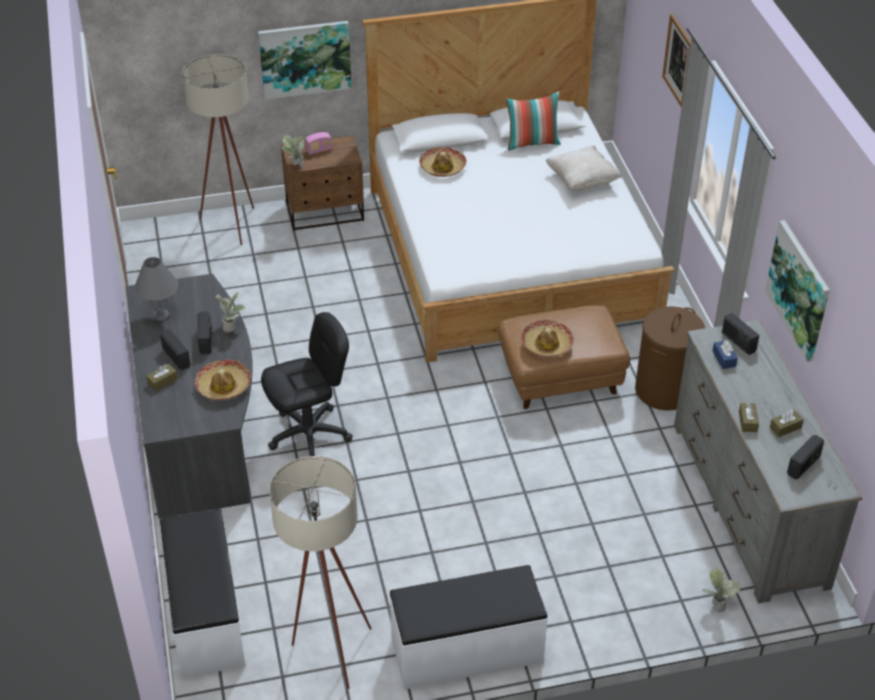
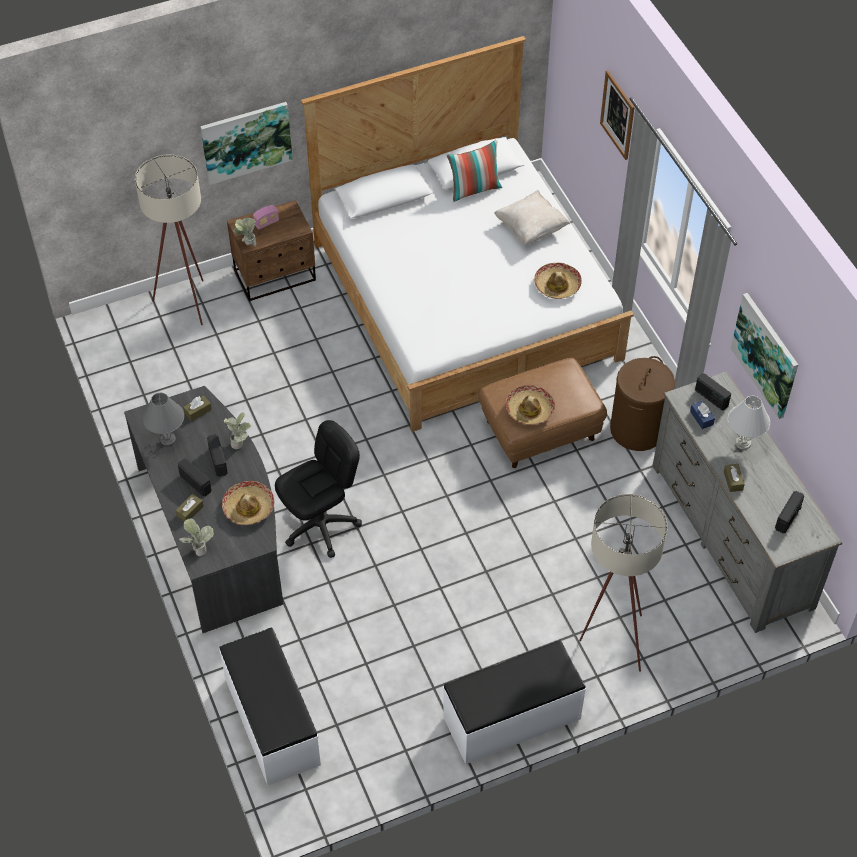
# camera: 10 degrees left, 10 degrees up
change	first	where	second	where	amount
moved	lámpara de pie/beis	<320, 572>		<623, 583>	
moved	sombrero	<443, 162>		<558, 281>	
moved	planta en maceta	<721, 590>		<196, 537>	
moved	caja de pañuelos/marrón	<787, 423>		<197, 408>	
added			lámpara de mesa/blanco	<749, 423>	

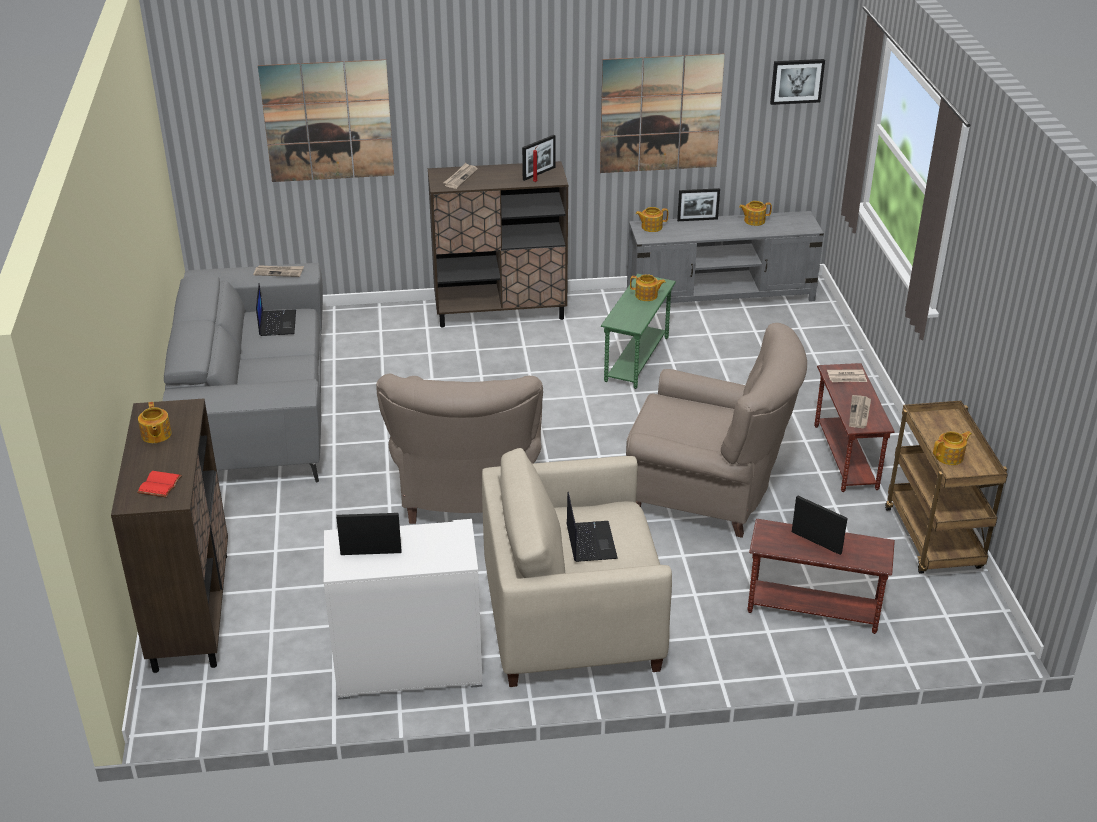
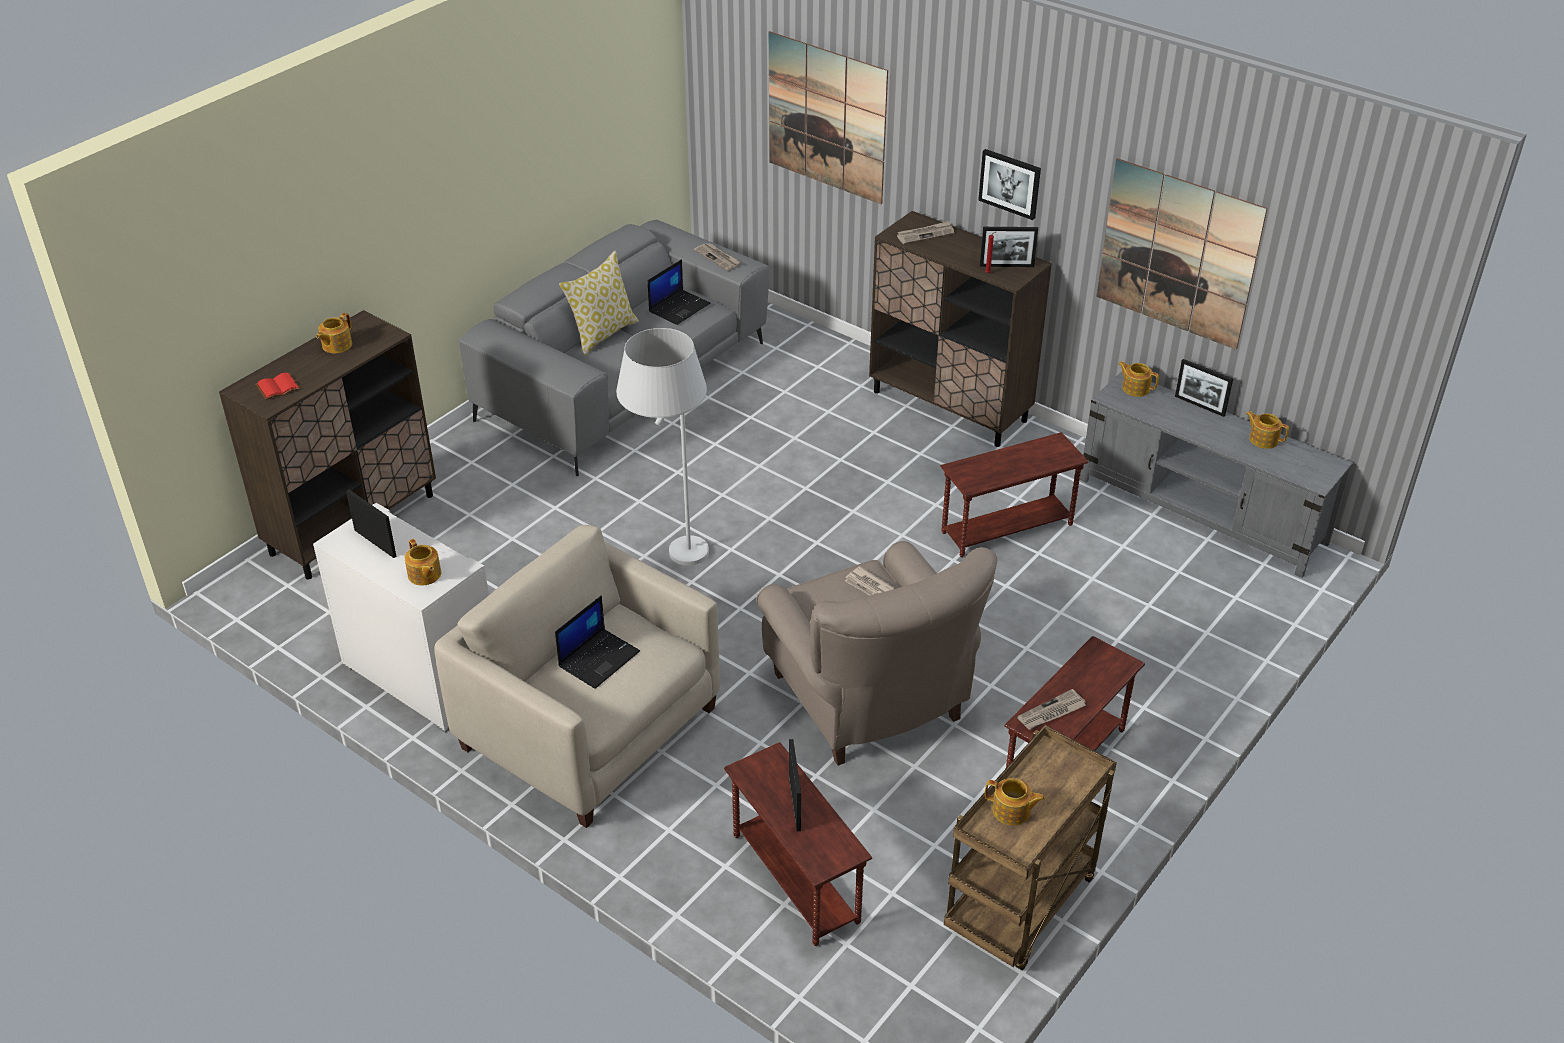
# camera: 45 degrees right, 5 degrees up
change	first	where	second	where	amount
replaced	sillón/beis	<459, 449>	lámpara de pie/blanco	<663, 447>	
recoloured	mesa auxiliar/verde	<638, 331>	mesa auxiliar/marrón	<1014, 495>	
moved	tetera	<648, 287>		<423, 562>	
moved	cuadro	<797, 82>		<1009, 184>	
moved	periódico	<847, 375>		<870, 581>	
added			cojín	<599, 302>	

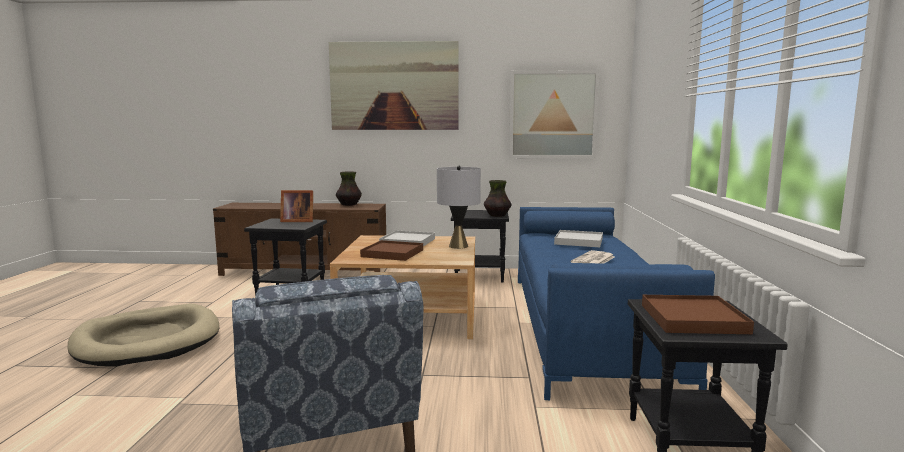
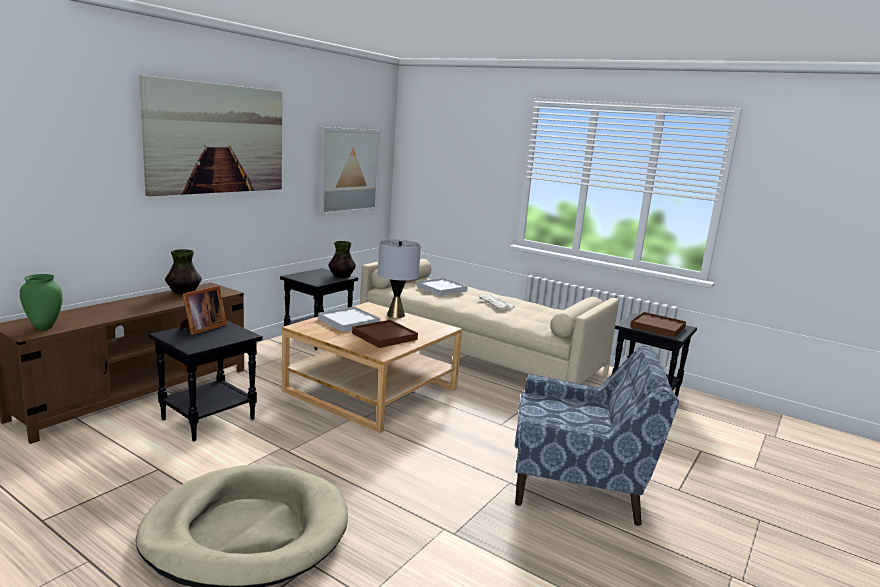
# camera: 60 degrees left, 5 degrees up
change	first	where	second	where	amount
recoloured	sofá/azul	<616, 303>	sofá/beis	<489, 321>	
added			florero/verde	<41, 302>	

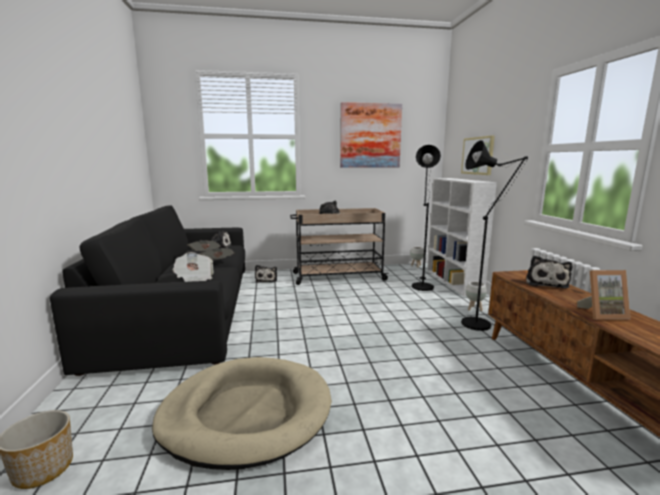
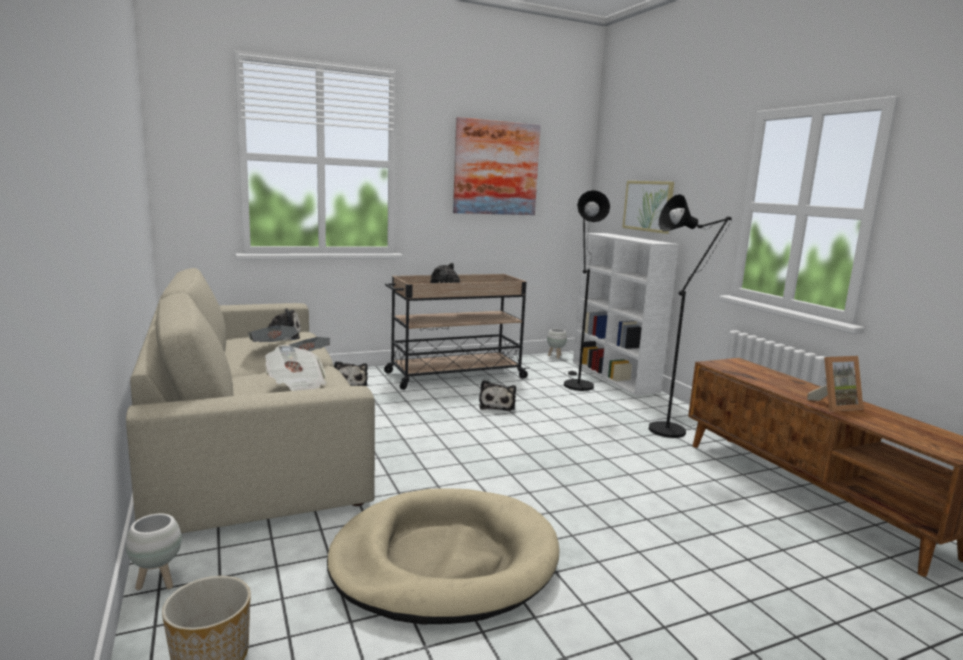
# camera: 15 degrees left, 0 degrees up
change	first	where	second	where	amount
recoloured	sofá/negro	<147, 290>	sofá/beis	<250, 400>	
moved	maceta/blanco	<476, 296>		<154, 552>	
moved	peluche	<549, 272>		<497, 395>	

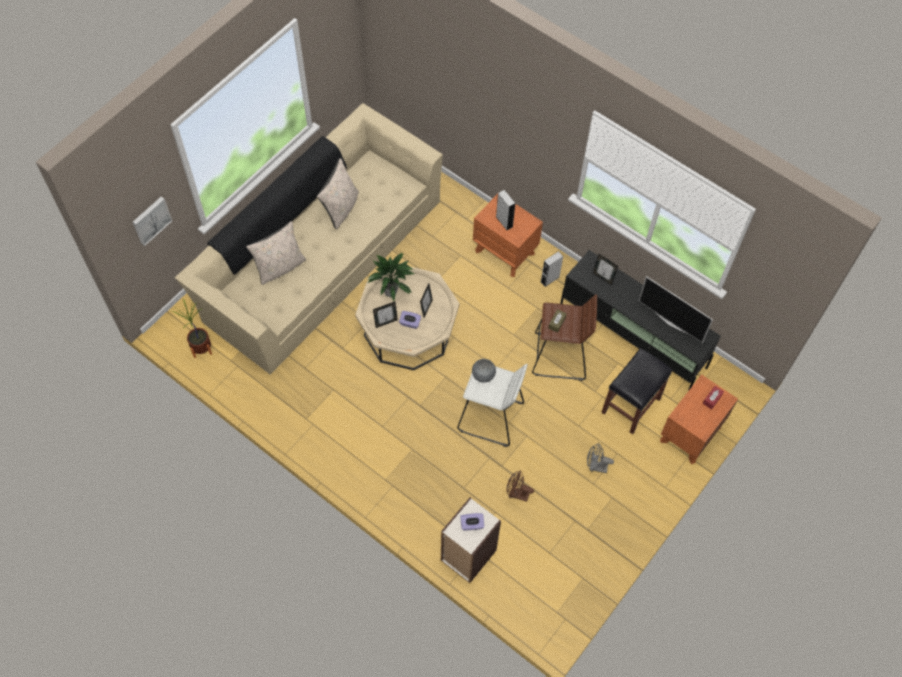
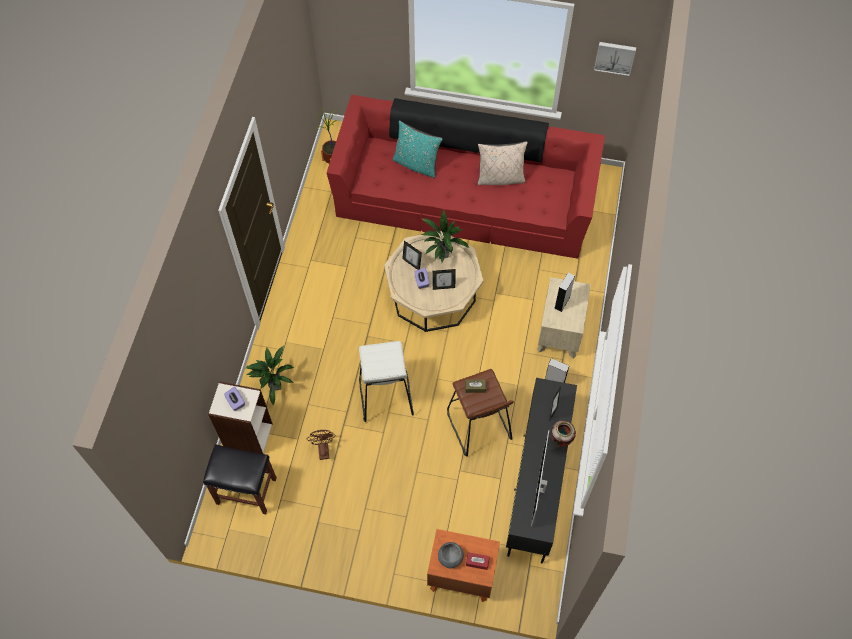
# camera: 65 degrees right, 0 degrees up
change	first	where	second	where	amount
moved	cuadro	<152, 221>		<615, 59>	
recoloured	sofá/beis	<309, 238>	sofá/rojo	<466, 177>	
recoloured	cojín/beis	<276, 253>	cojín/turquesa	<418, 149>	
moved	cuenco/gris	<484, 371>		<451, 555>	
recoloured	mesita de noche/naranja	<508, 235>	mesita de noche/beis	<564, 318>	
removed	ventilador/gris	<600, 458>			
moved	taburete/negro	<636, 391>		<240, 479>	
added			planta en maceta	<269, 375>	
added			florero	<563, 434>	

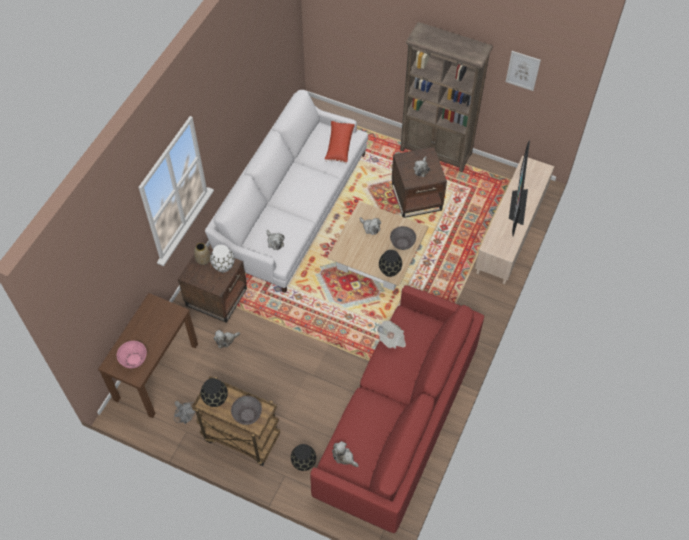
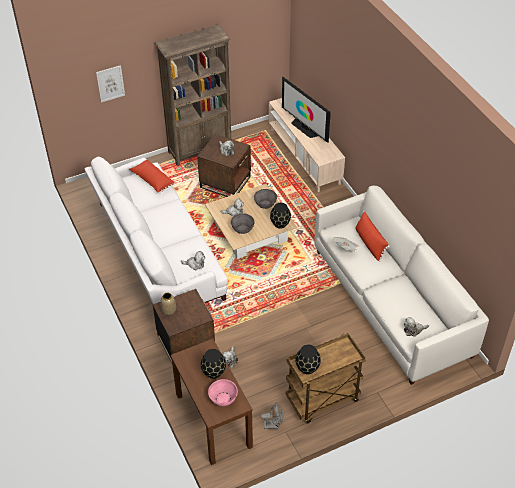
# camera: 50 degrees left, 10 degrees down
change	first	where	second	where	amount
removed	florero/blanco	<222, 258>			
moved	cuenco/gris	<246, 410>		<243, 223>	
moved	florero/negro	<303, 457>		<213, 364>	
recoloured	sofá/rojo	<397, 409>	sofá/blanco	<401, 285>	
moved	cuadro	<523, 71>		<110, 84>	
added			cojín/rojo	<372, 236>	

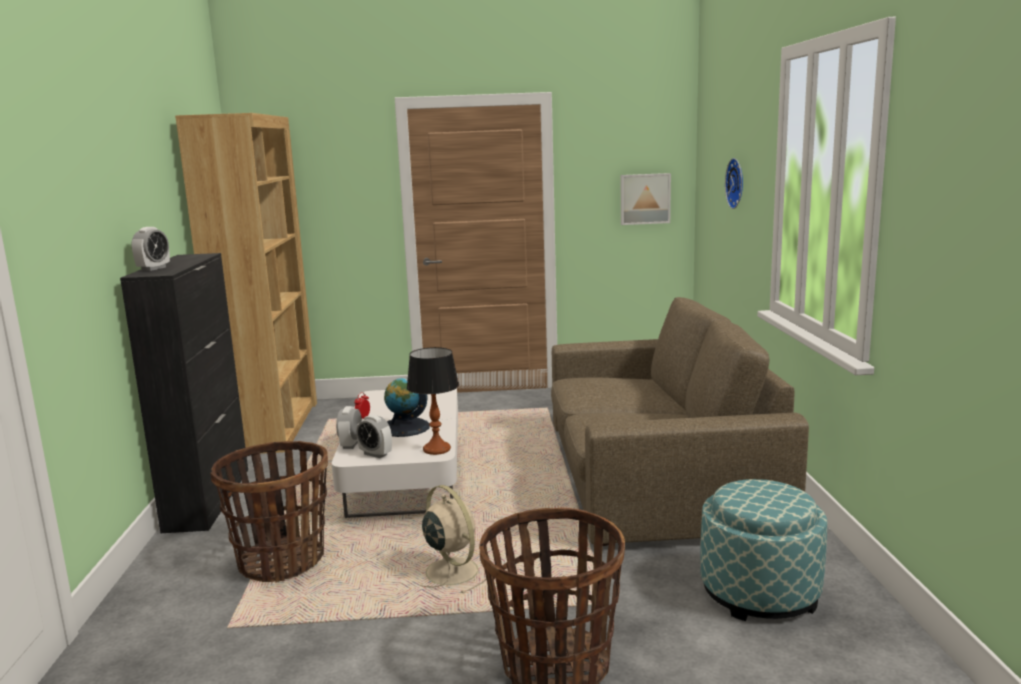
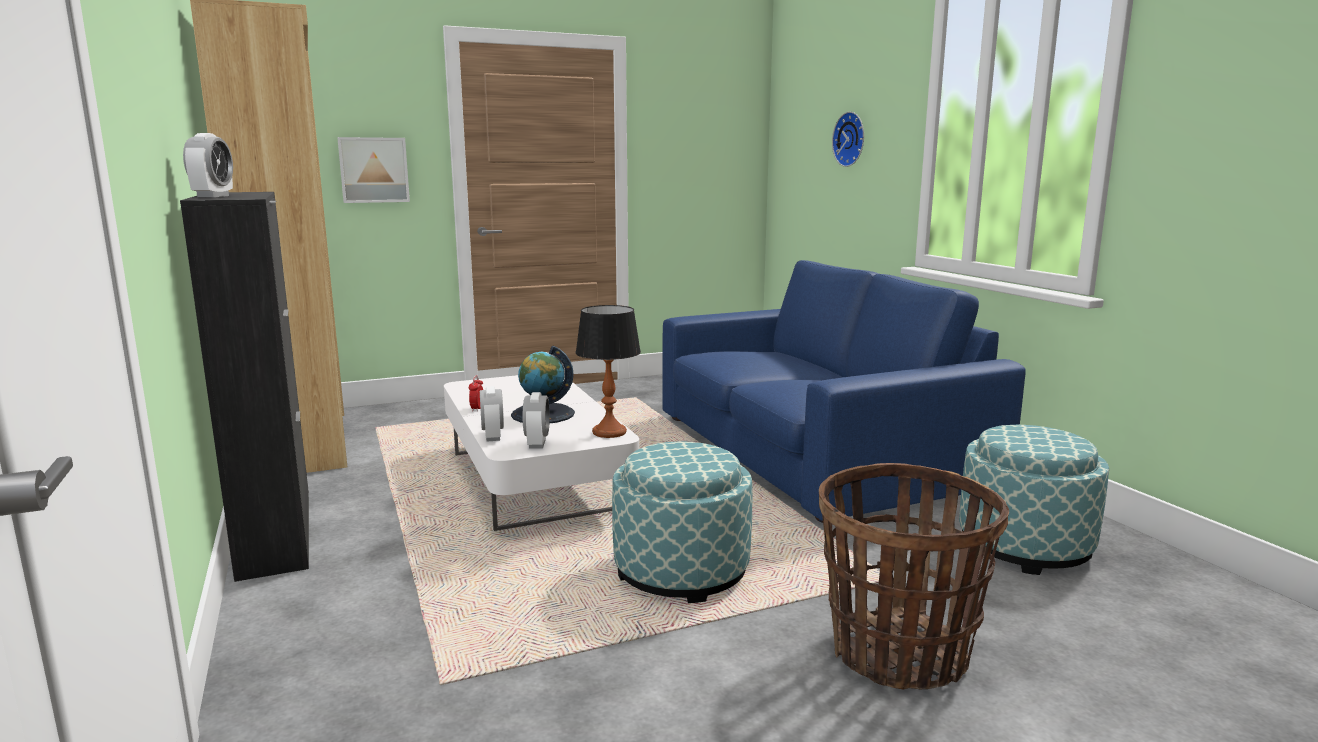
# camera: 20 degrees left, 0 degrees up
change	first	where	second	where	amount
removed	cesta	<269, 511>			
turned	despertador	<374, 436>		<536, 420>	105 degrees counterclockwise
replaced	ventilador/beis	<452, 539>	puf	<682, 522>	
recoloured	sofá/marrón	<680, 421>	sofá/azul	<844, 391>	
moved	cuadro	<646, 199>		<373, 170>	

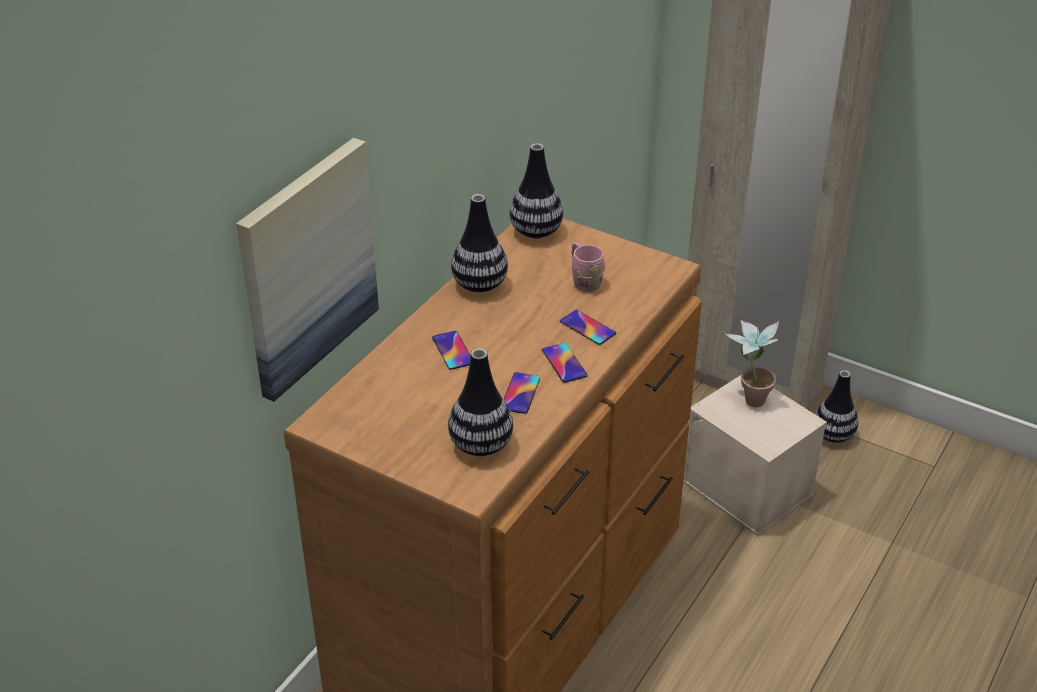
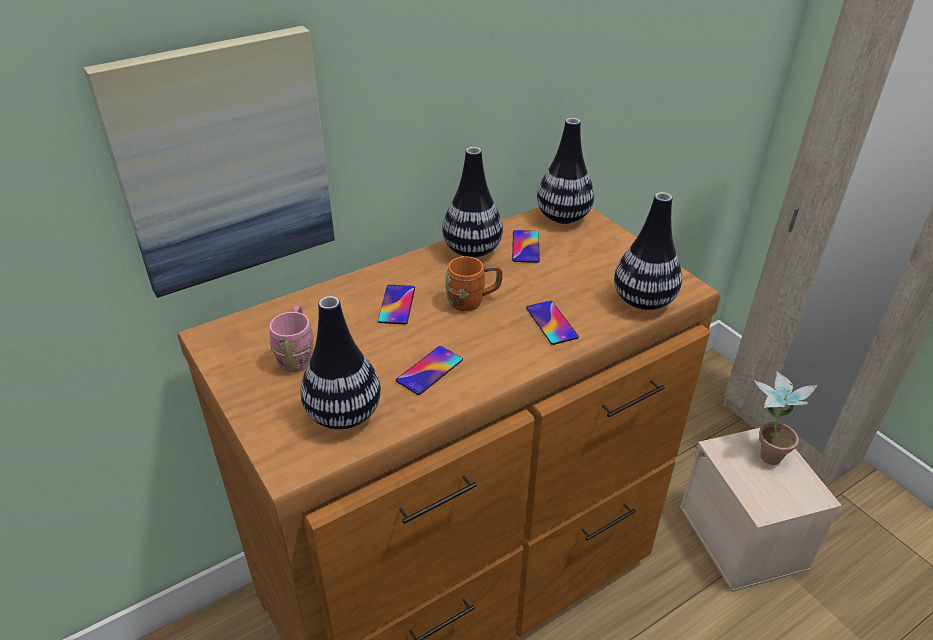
# camera: 25 degrees right, 0 degrees up
change	first	where	second	where	amount
moved	móvil	<565, 363>		<526, 246>	
moved	taza grande/rosa	<588, 267>		<291, 339>	
moved	florero	<837, 406>		<648, 251>	
added			taza grande/naranja	<473, 283>	

